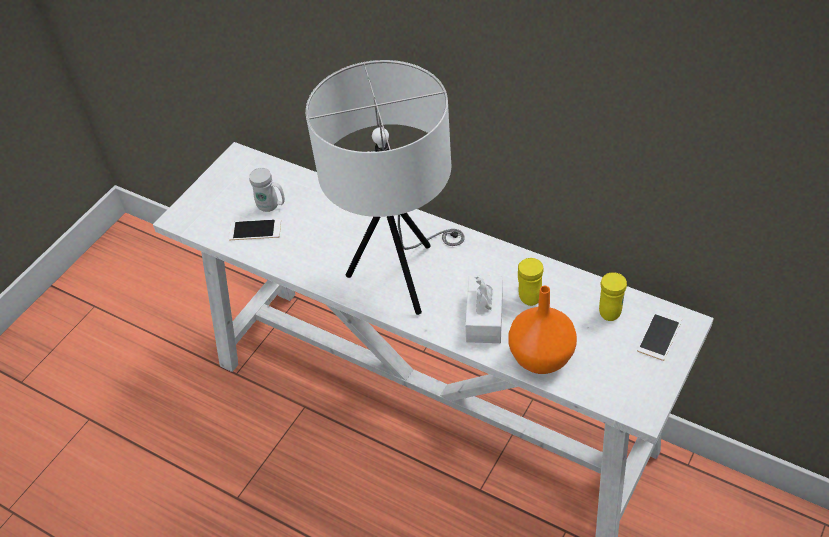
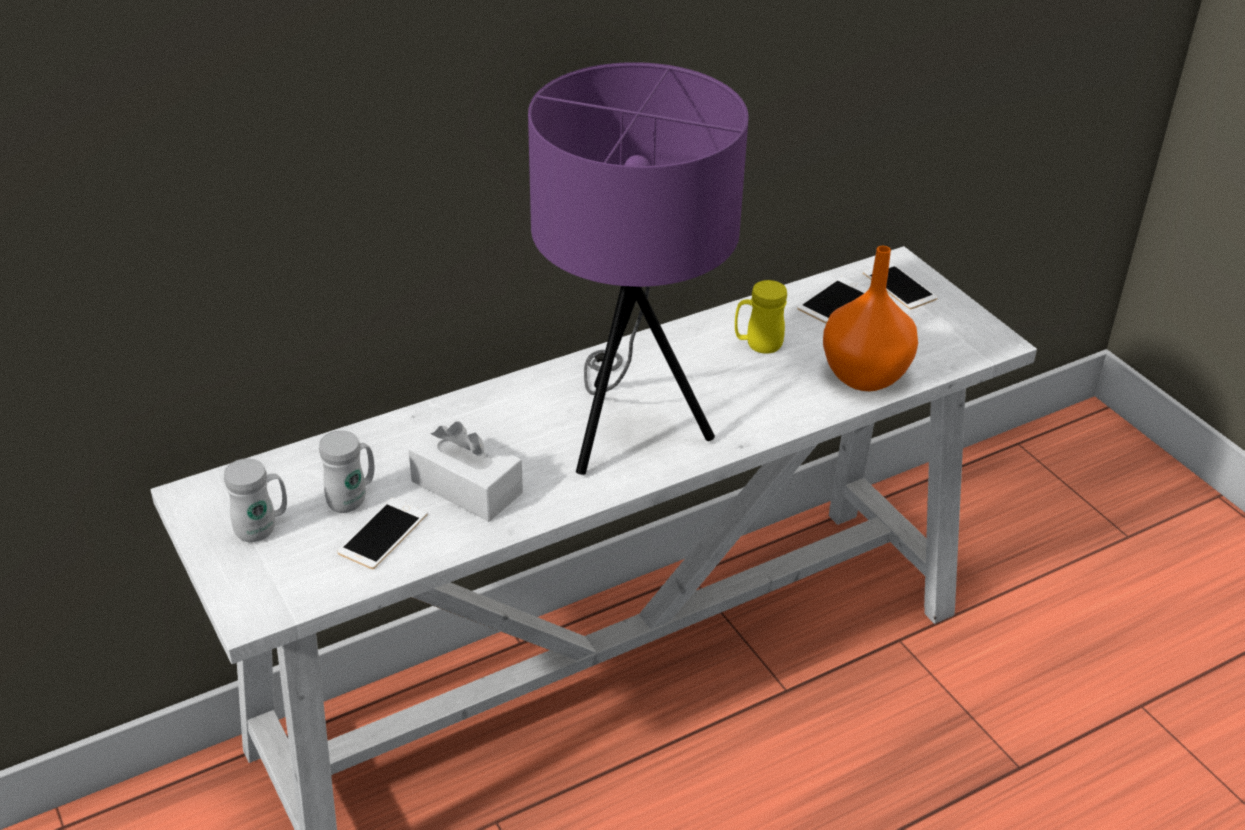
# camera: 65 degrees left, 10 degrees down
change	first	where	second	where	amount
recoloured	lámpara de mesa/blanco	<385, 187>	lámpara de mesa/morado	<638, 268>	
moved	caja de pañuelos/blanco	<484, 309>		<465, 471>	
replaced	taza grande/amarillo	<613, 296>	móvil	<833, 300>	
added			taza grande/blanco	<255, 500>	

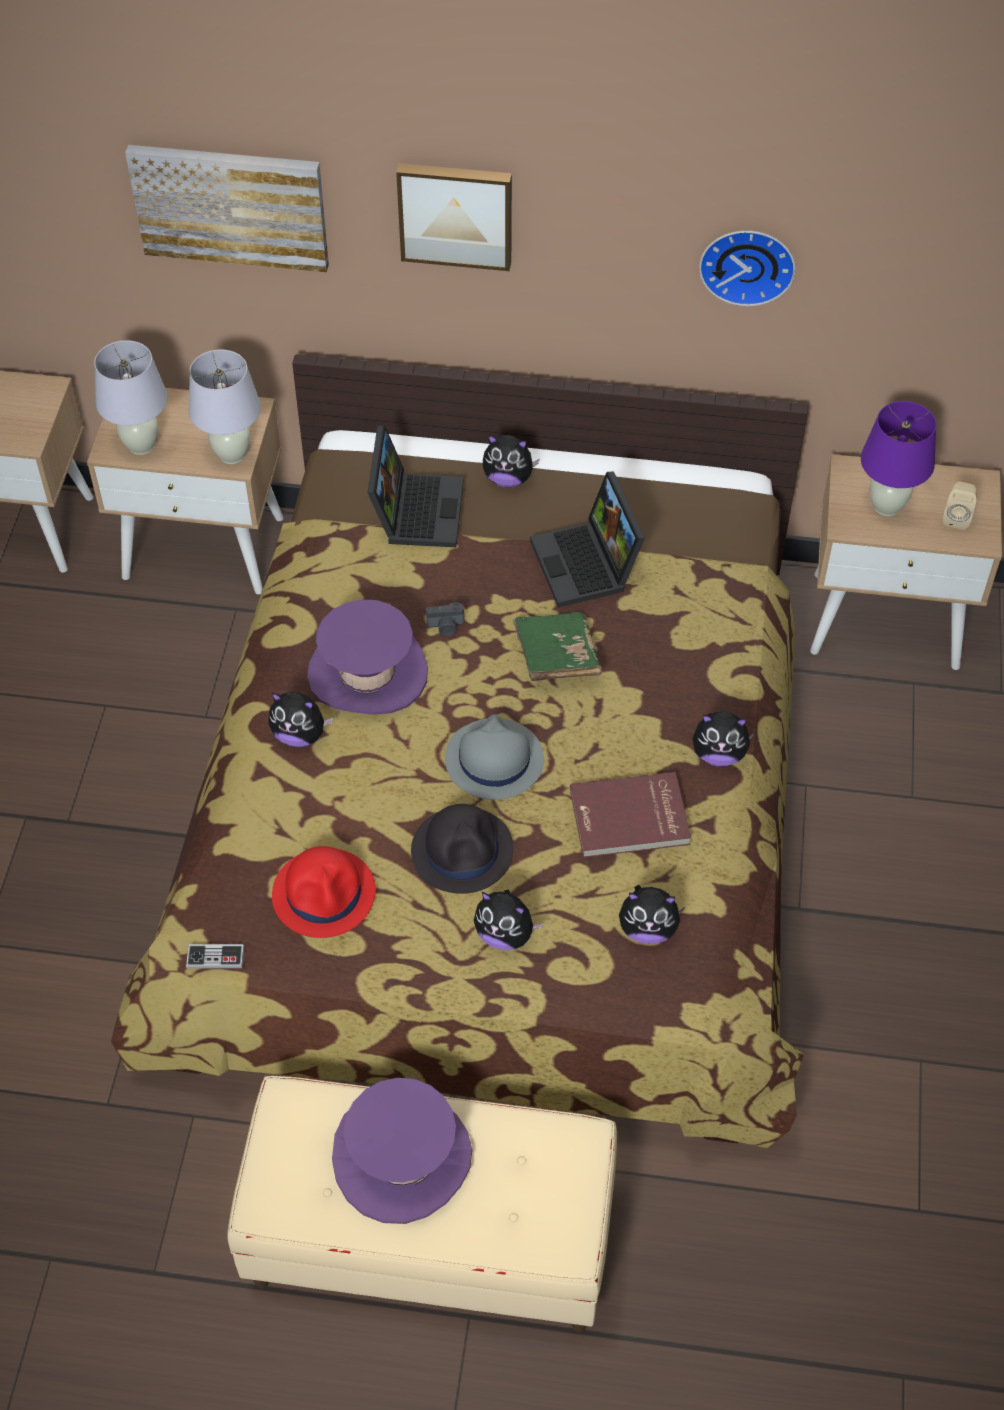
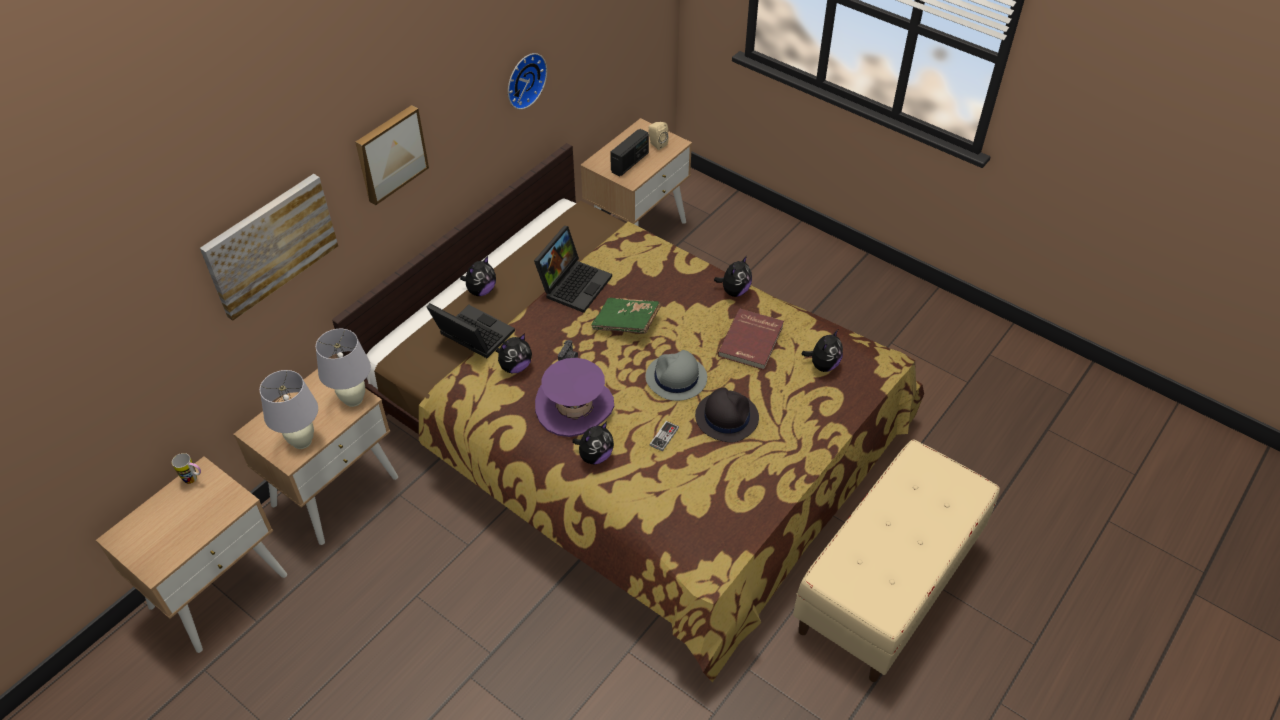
# camera: 60 degrees left, 5 degrees down
change	first	where	second	where	amount
moved	mando de consola	<215, 956>		<664, 436>	
removed	sombrero/rojo	<324, 892>			
removed	sombrero/morado	<402, 1151>			
moved	peluche	<508, 919>		<514, 353>	
turned	portátil	<587, 539>		<573, 269>	75 degrees counterclockwise
replaced	lámpara de mesa/morado	<899, 458>	radio	<629, 152>	
added			taza grande	<186, 468>	

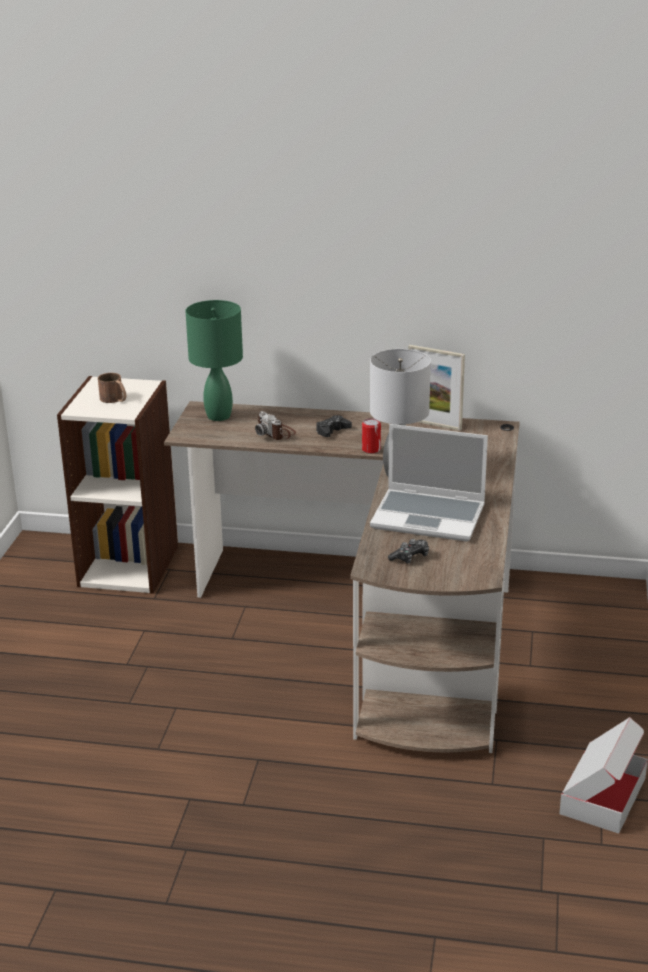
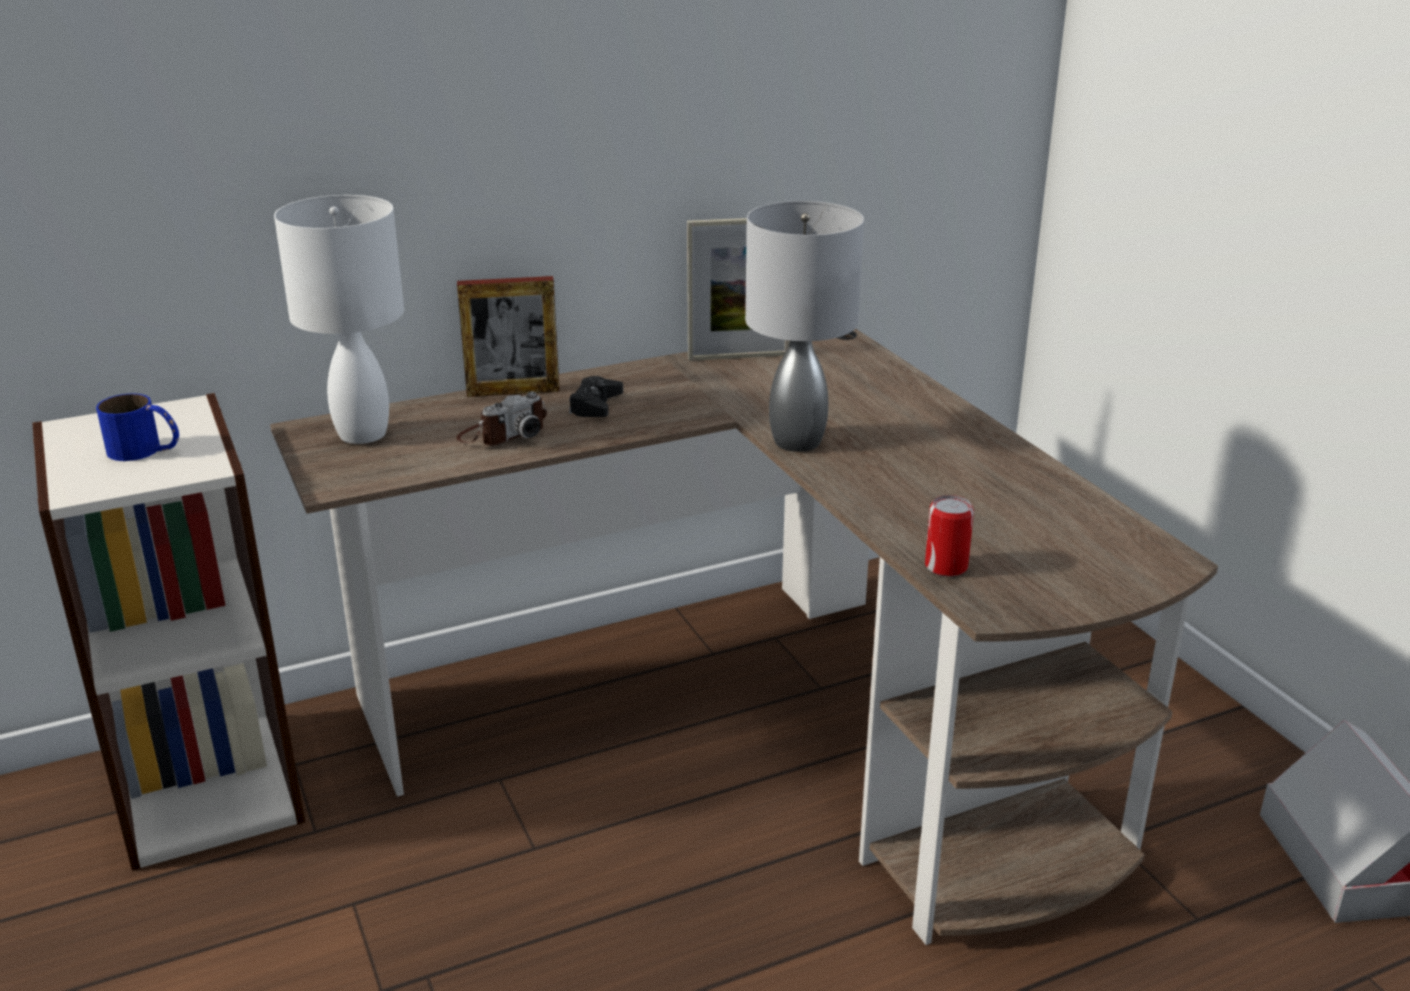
# camera: 35 degrees left, 0 degrees up
change	first	where	second	where	amount
recoloured	taza grande/marrón	<112, 388>	taza grande/azul	<137, 427>	
recoloured	lámpara de mesa/verde	<214, 360>	lámpara de mesa/blanco	<339, 319>	
turned	cámara	<275, 425>		<501, 418>	60 degrees counterclockwise
moved	lata	<371, 436>		<949, 536>	
removed	portátil	<429, 482>			
removed	mando de consola	<408, 551>			
added			portarretratos	<508, 336>	

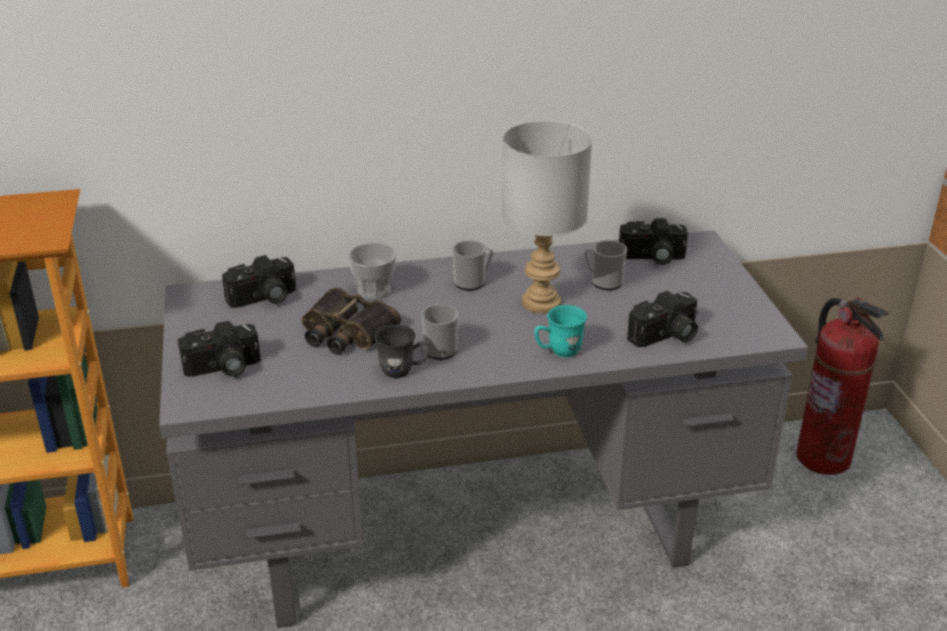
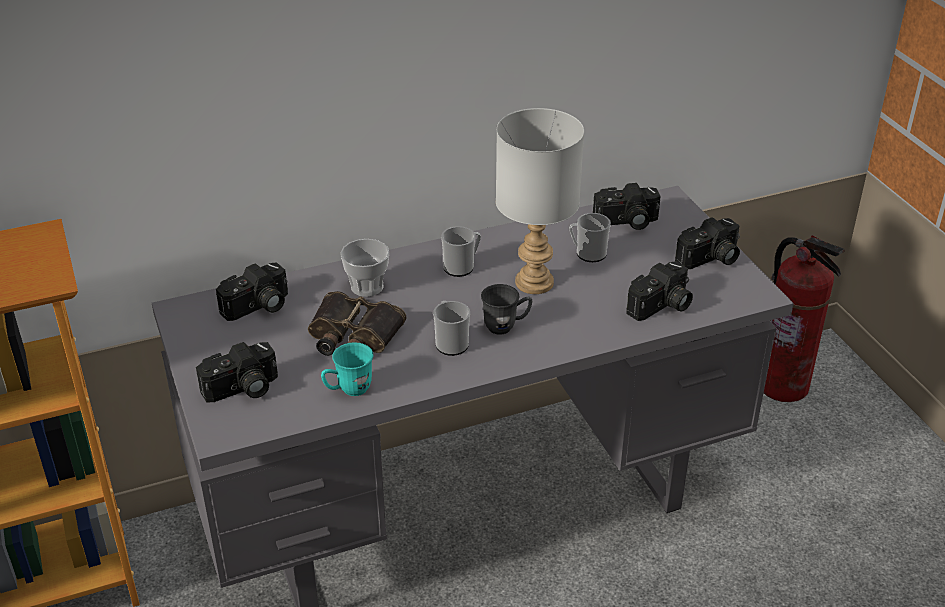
# camera: 10 degrees left, 5 degrees up
change	first	where	second	where	amount
moved	taza grande/gris	<402, 351>		<506, 309>	
moved	taza grande/turquesa	<560, 331>		<347, 369>	
added			cámara	<707, 243>	

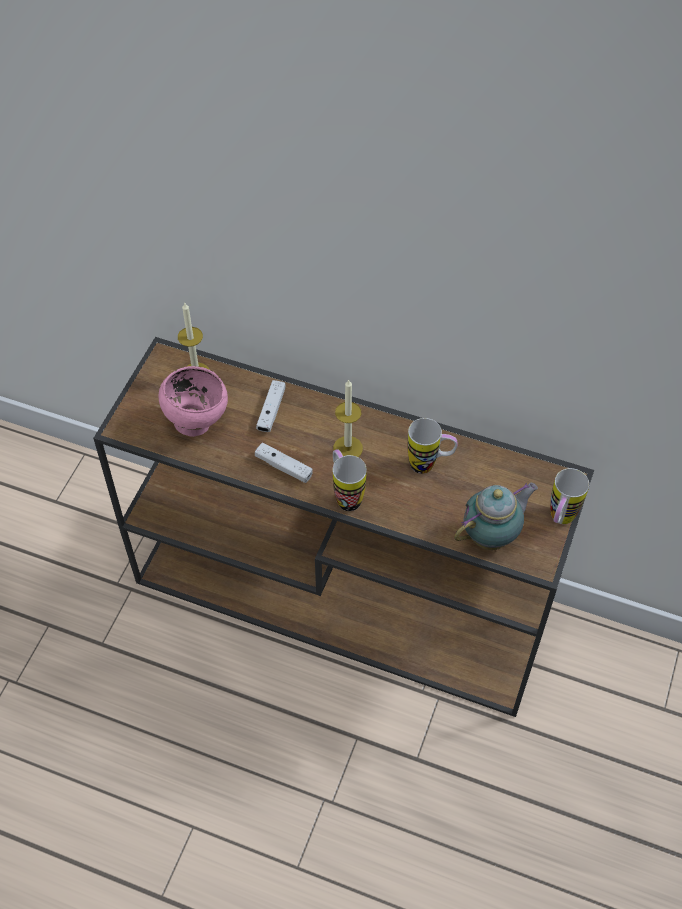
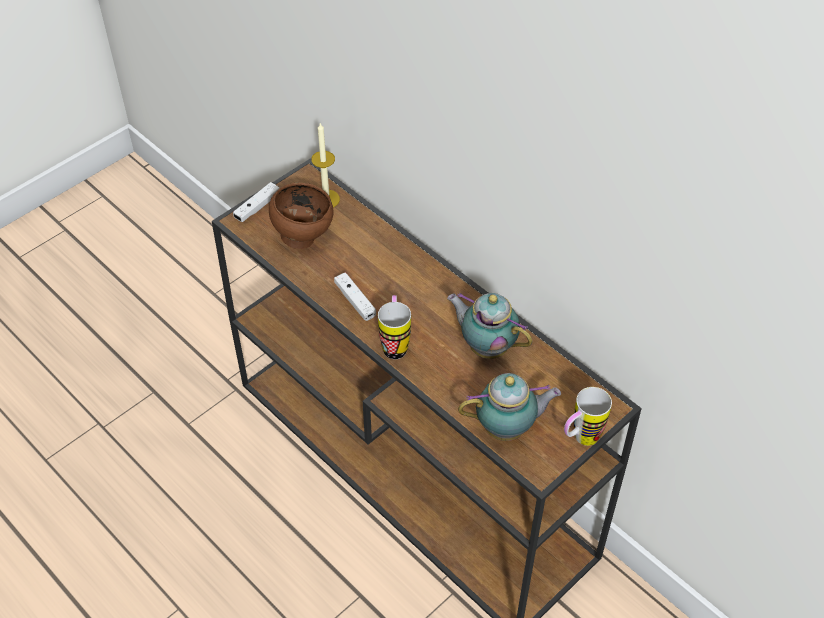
# camera: 25 degrees right, 5 degrees down
change	first	where	second	where	amount
recoloured	cuenco/rosa	<193, 401>	cuenco/marrón	<301, 215>	
moved	mando de consola/blanco	<271, 406>		<256, 202>	
removed	vela	<348, 418>			
replaced	taza grande	<433, 446>	tetera	<489, 325>	

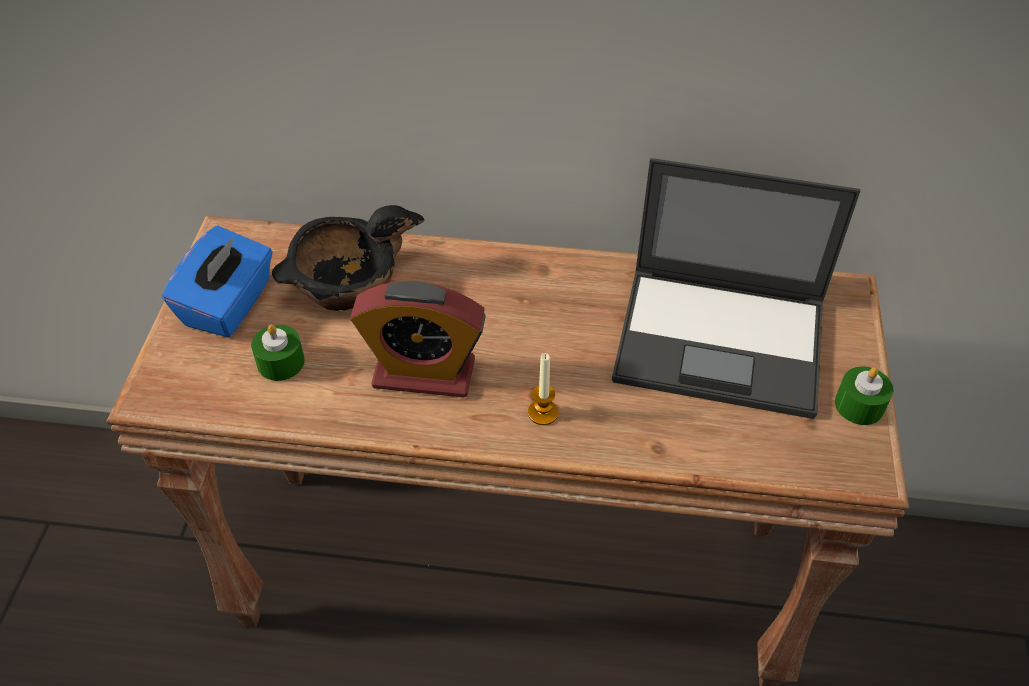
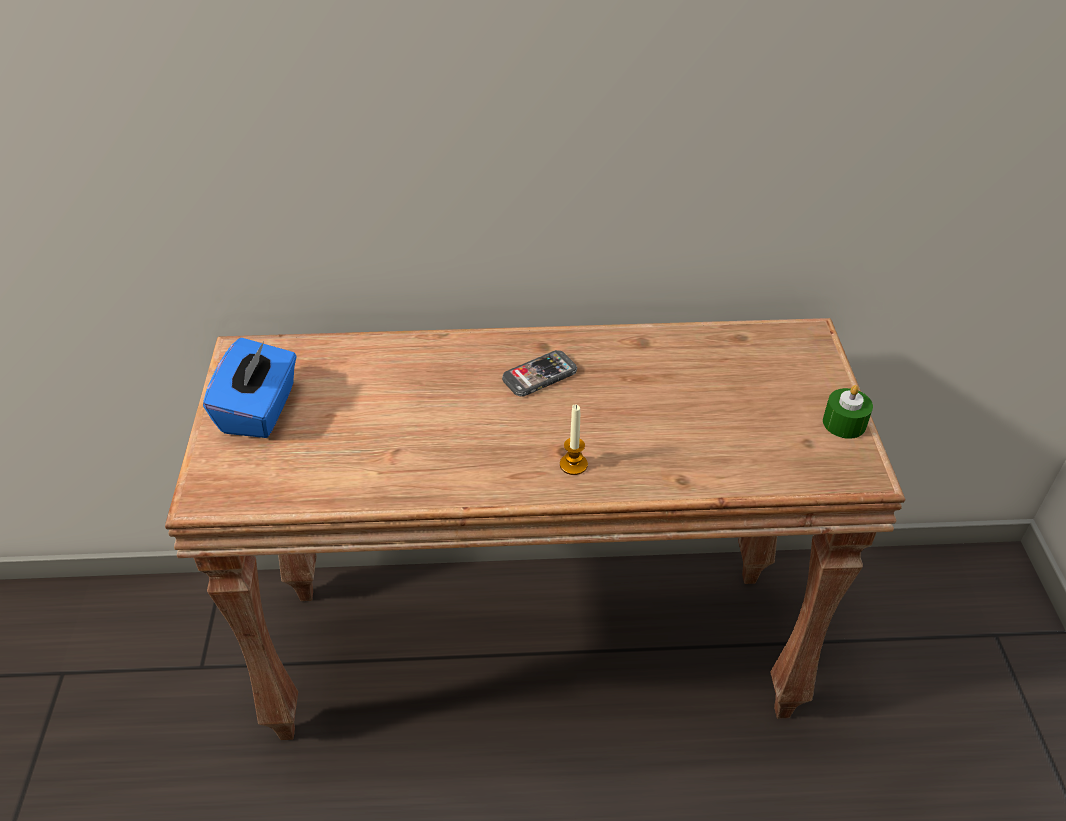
# camera: 10 degrees left, 5 degrees down
change	first	where	second	where	amount
removed	vela/verde	<278, 352>			
removed	cuenco/negro	<348, 258>			
removed	despertador	<418, 339>			
removed	portátil	<736, 288>			
added			móvil	<539, 373>	

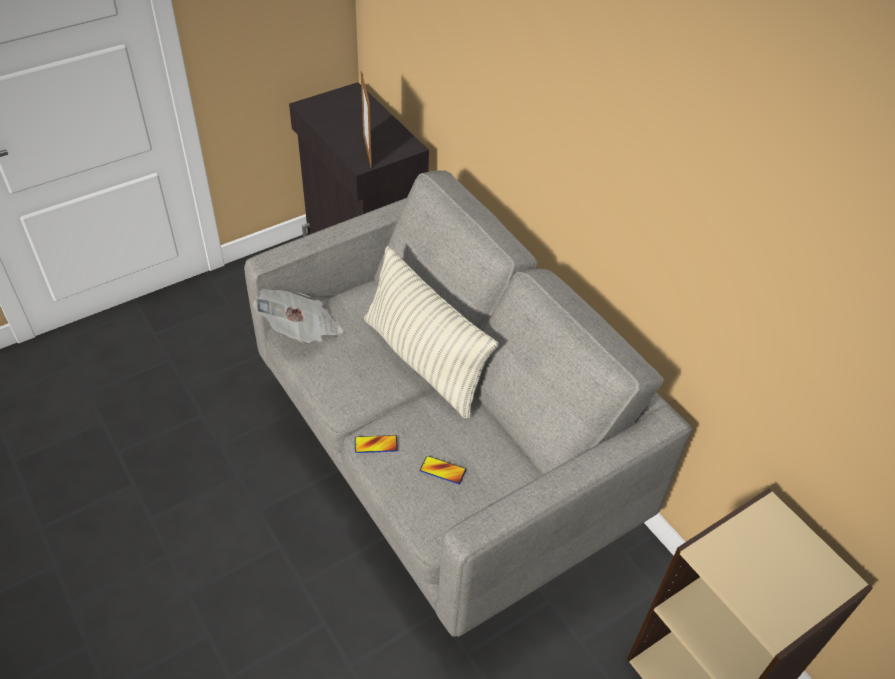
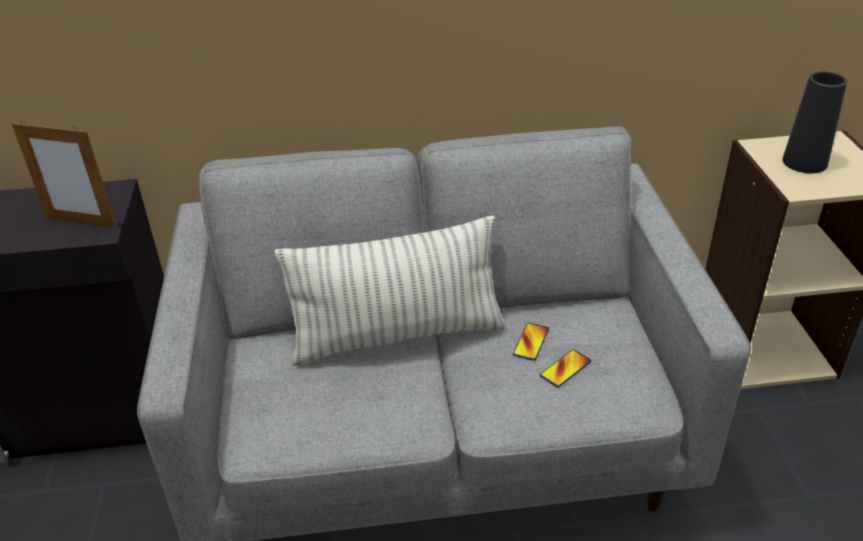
# camera: 60 degrees left, 10 degrees down
change	first	where	second	where	amount
removed	periódico	<297, 316>			
moved	móvil	<376, 444>		<531, 342>	
added			florero/negro	<814, 122>	

